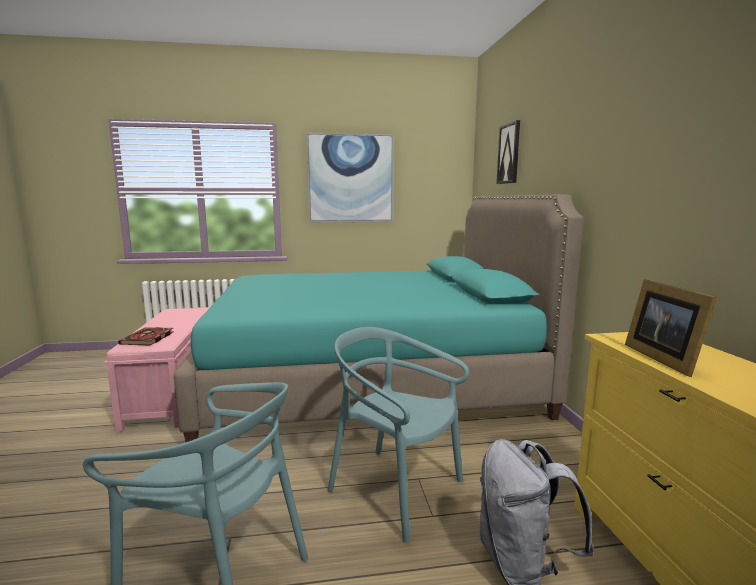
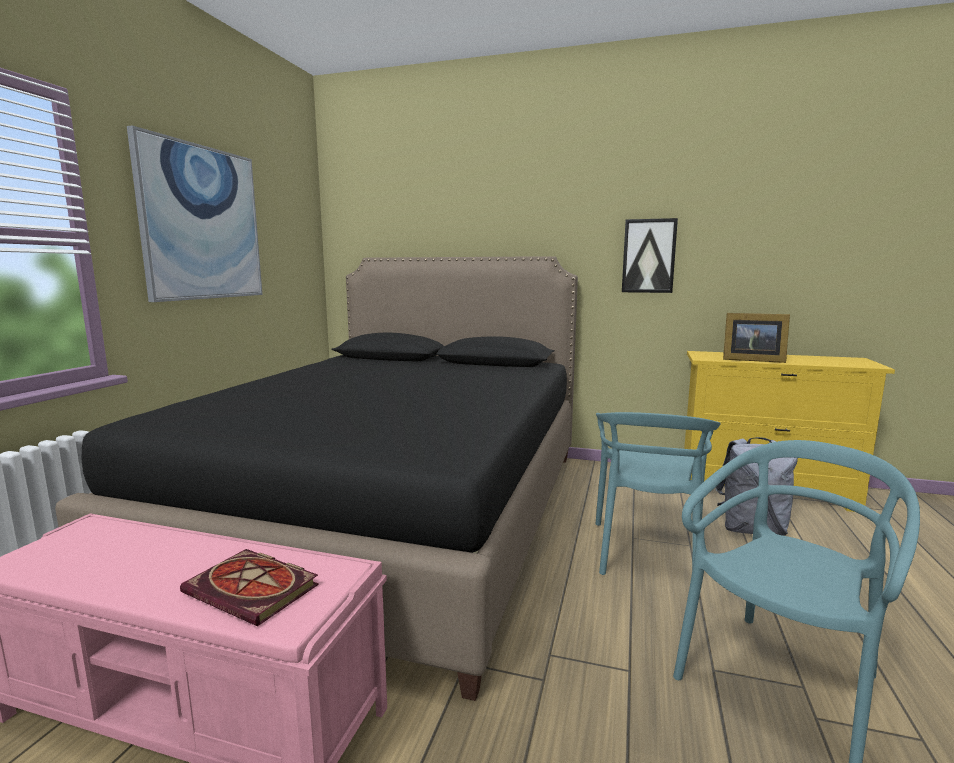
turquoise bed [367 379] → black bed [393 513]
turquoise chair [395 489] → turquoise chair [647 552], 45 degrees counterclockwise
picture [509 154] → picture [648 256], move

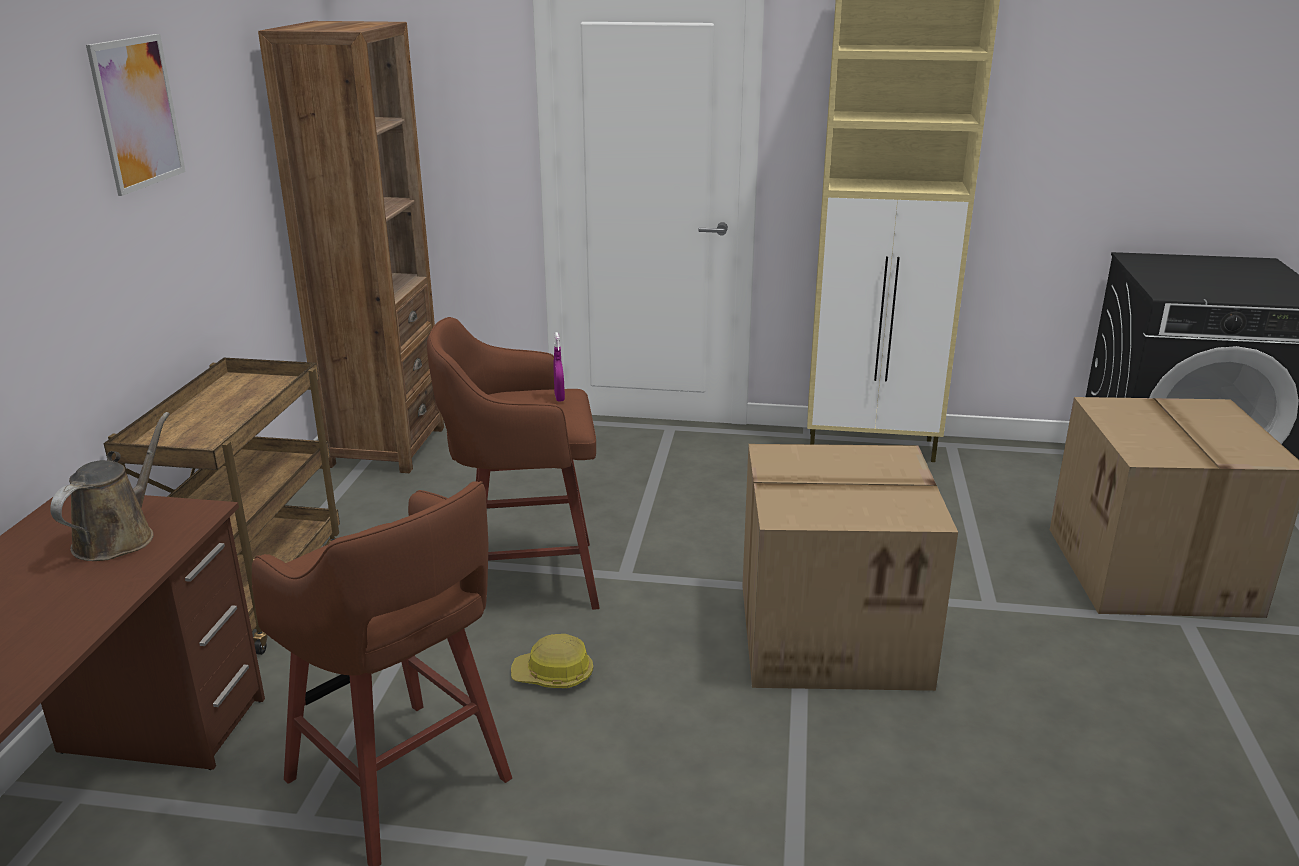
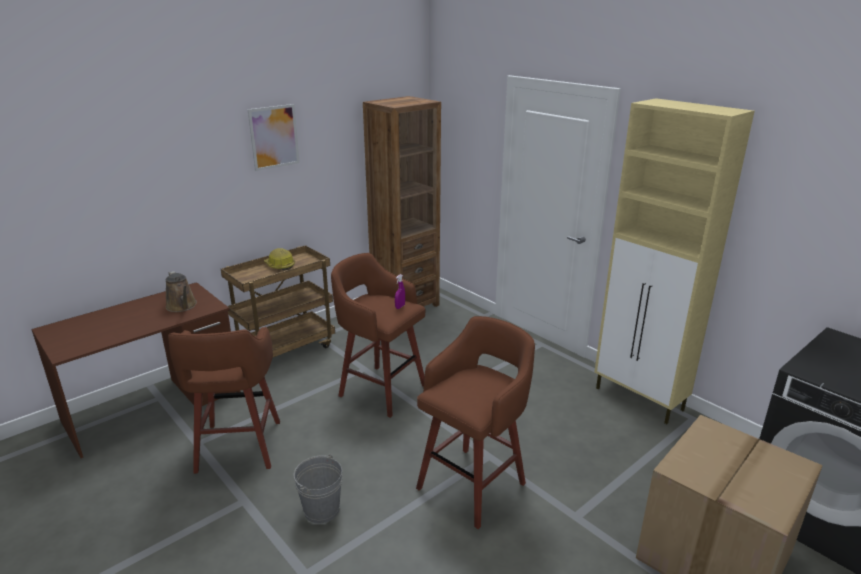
brown watering can [119 537] → brown watering can [182 306], 90 degrees clockwise
hard hat [553 675] → hard hat [279 266], move
- → grey bucket [321 509]
cardboard box [834 632] → brown stool [473 484]

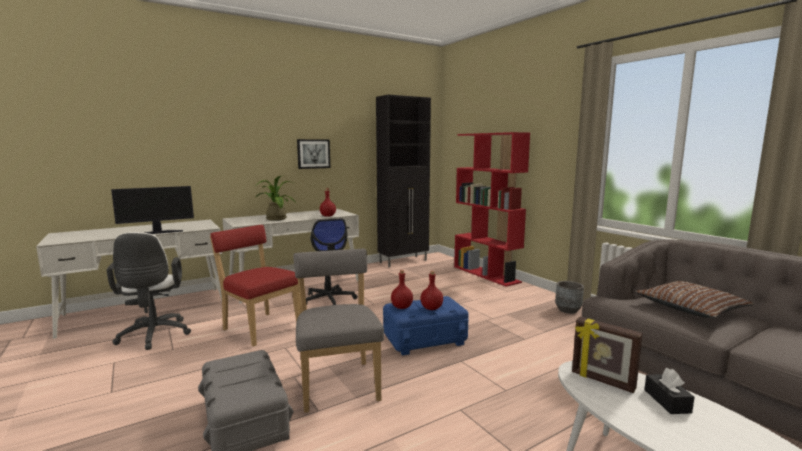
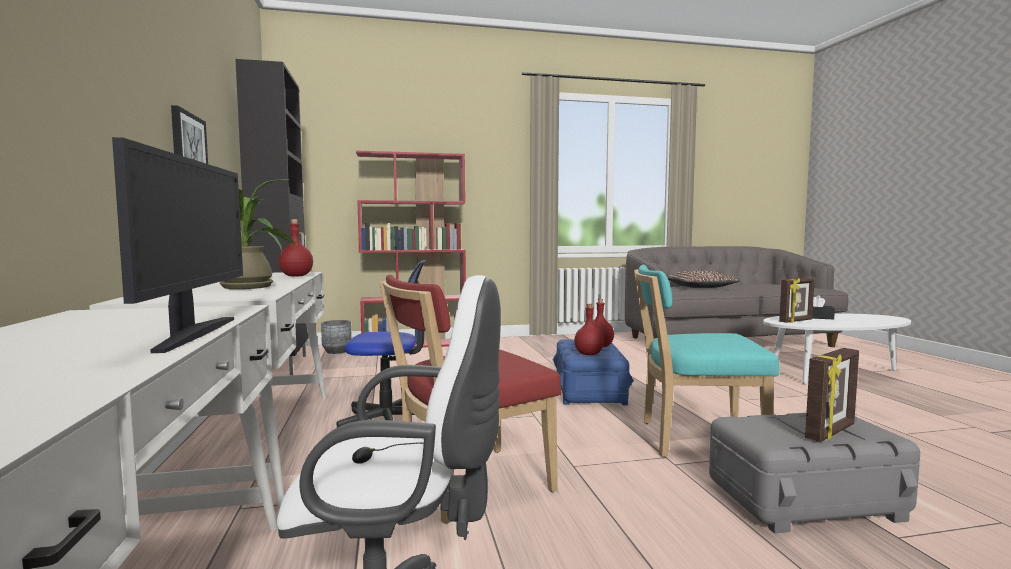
grey planter [568 310] → grey planter [337 351], move
grey chair [338 383] → turquoise chair [694 440]
- → picture frame [831 432]

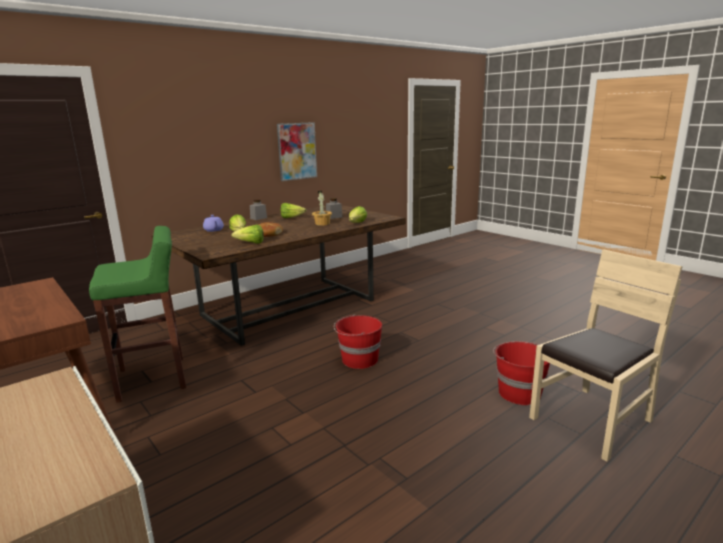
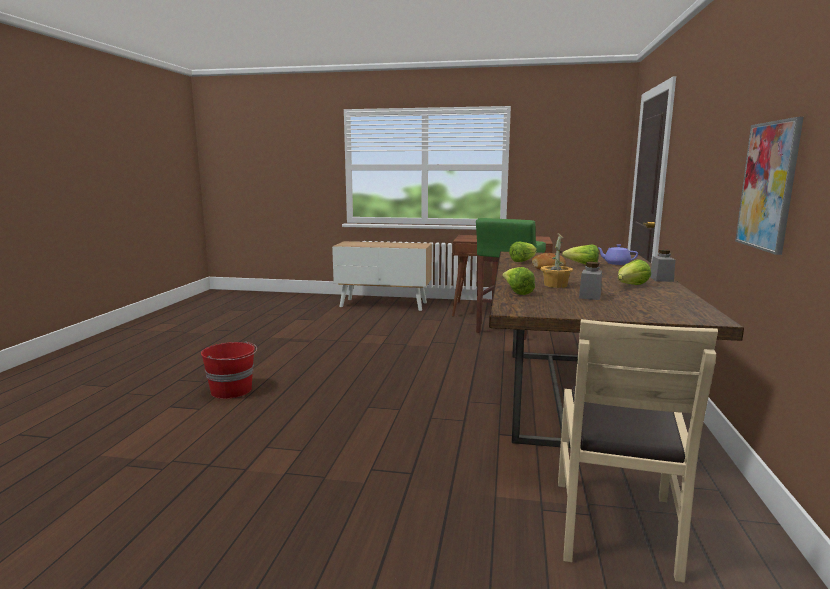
beige chair [592 420] → beige chair [615 525], move
red bucket [359 360] → -

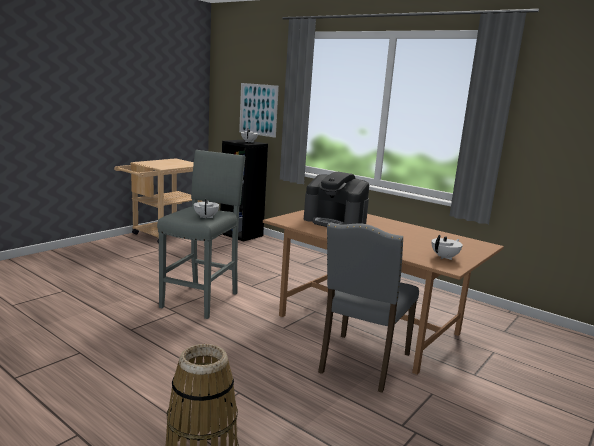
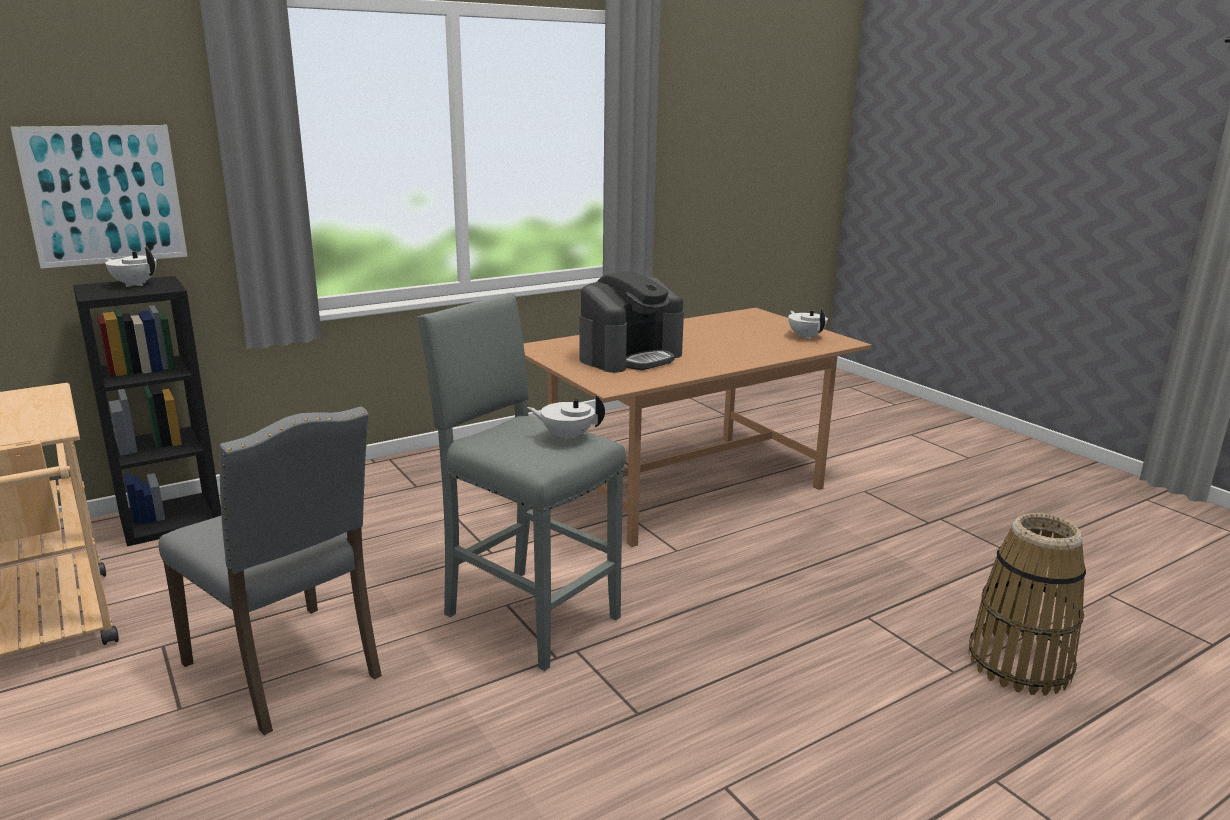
grey chair [362 363] → grey chair [288 669], move

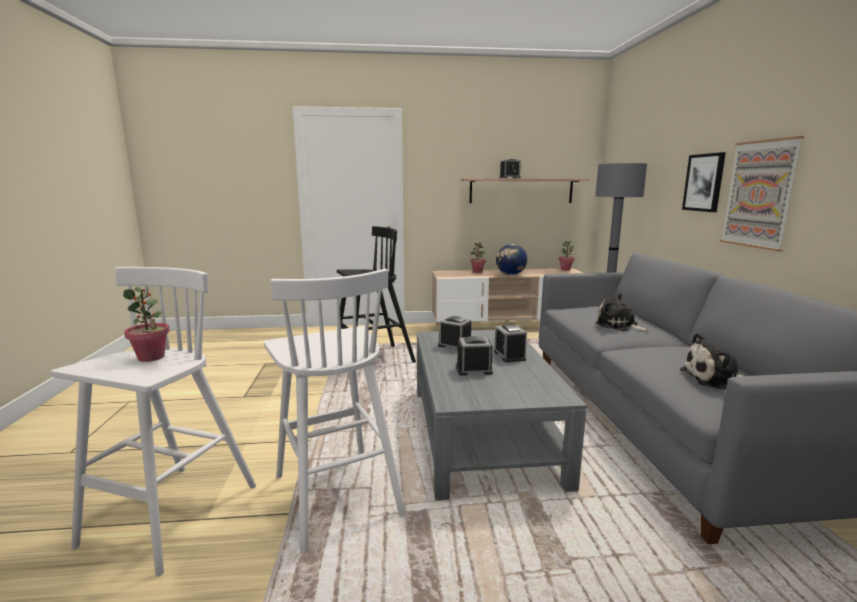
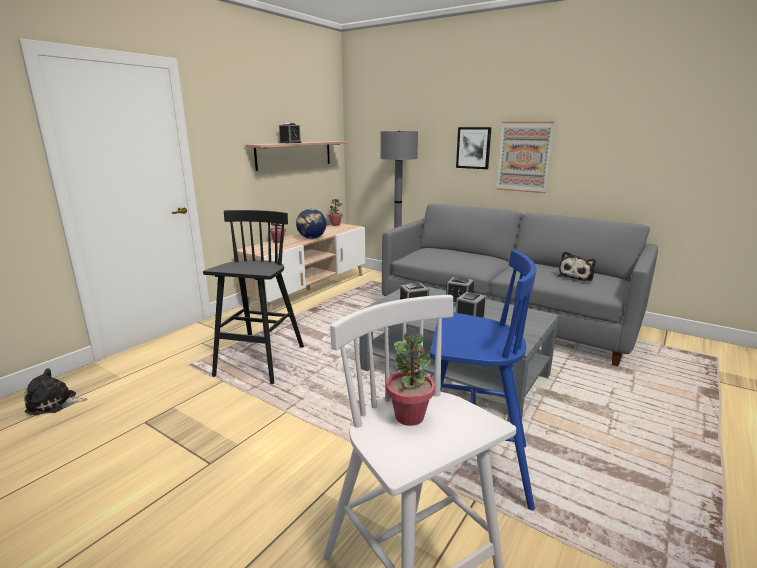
plush toy [618 325] → plush toy [54 403], move
white stool [336 493] → blue stool [468 466]

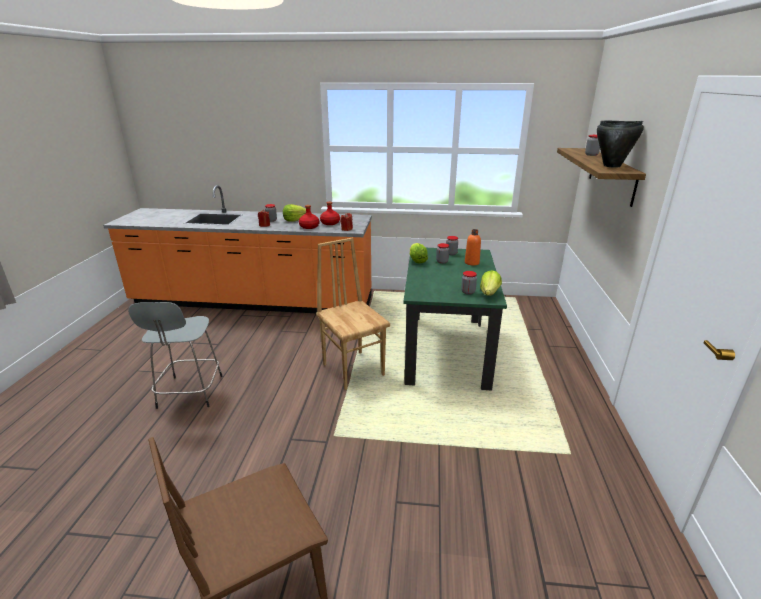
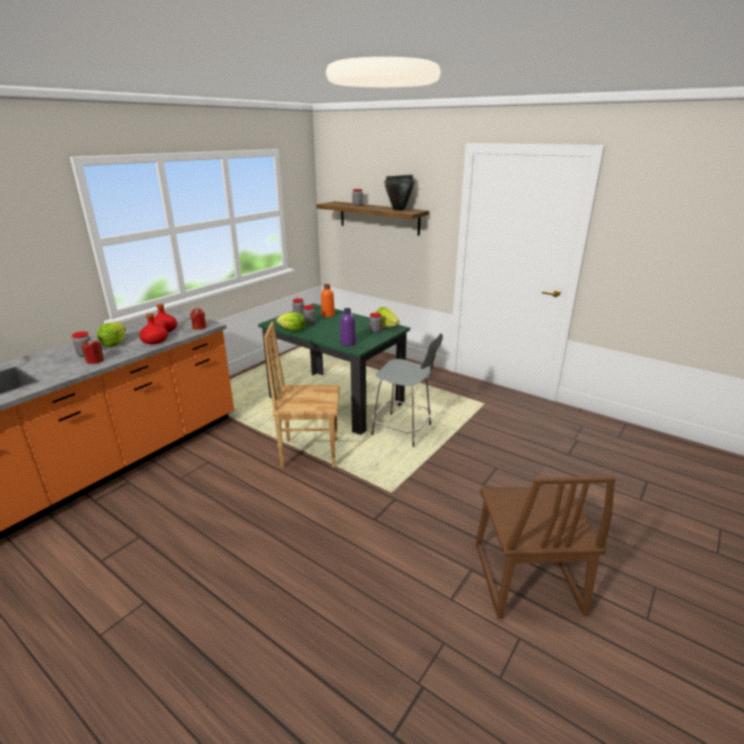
- → purple bottle [348 343]
grey stool [189 393] → grey stool [403 431], move

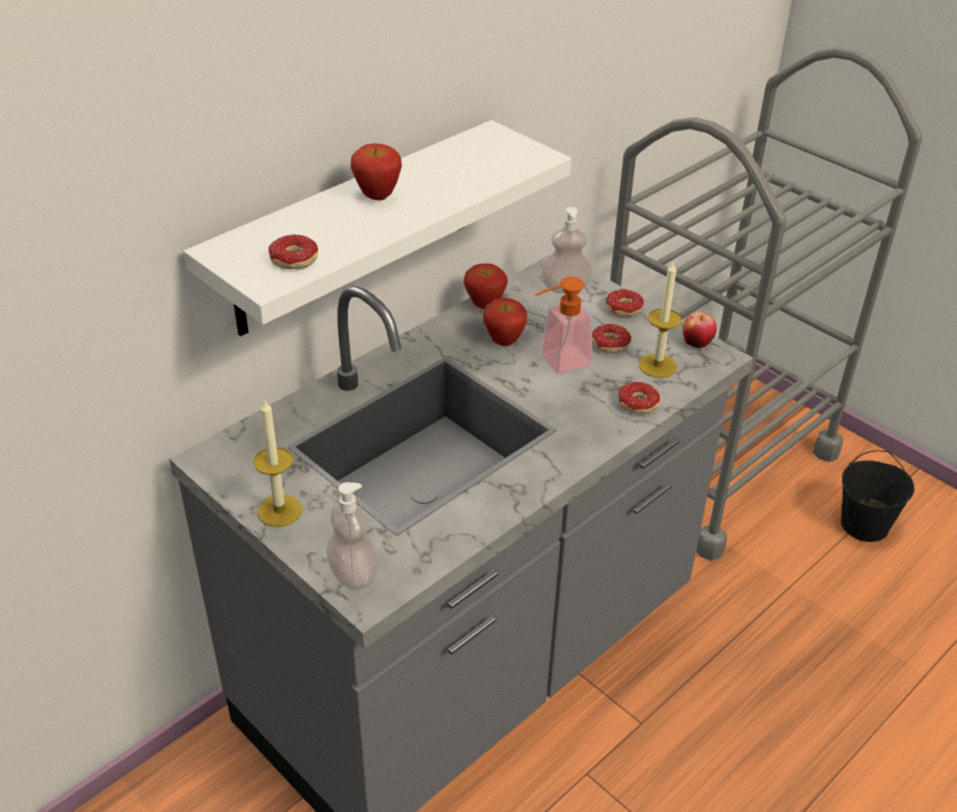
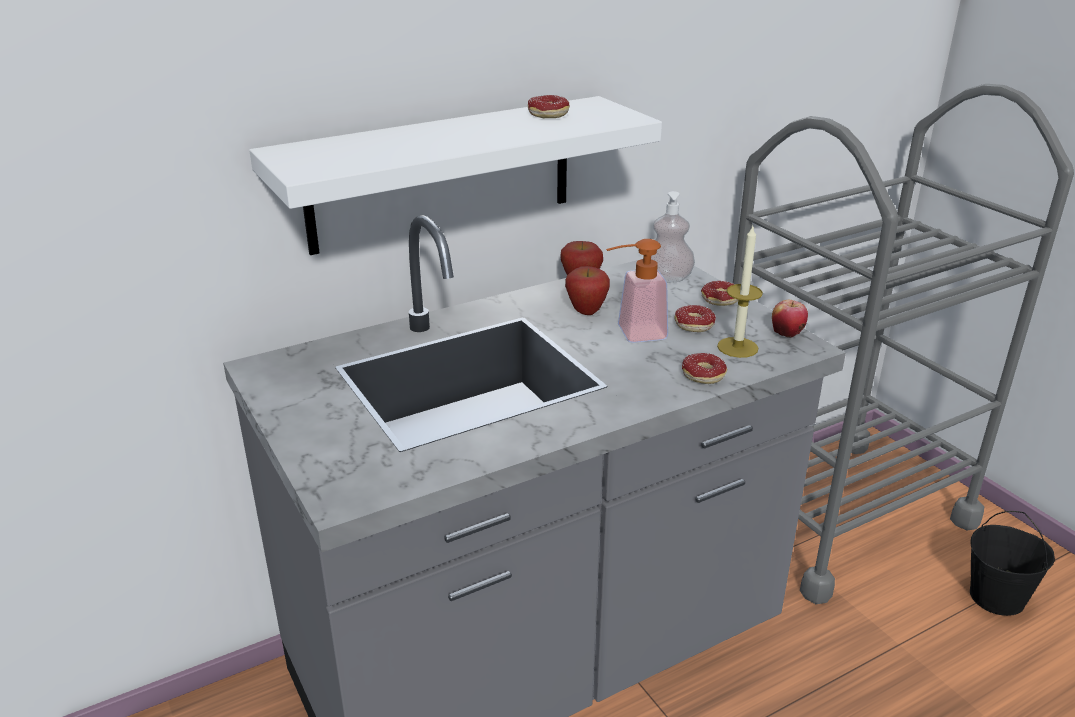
donut [291 265] → donut [545 116], move
candle [280 510] → -
soap dispenser [353 574] → -
apple [377 197] → -

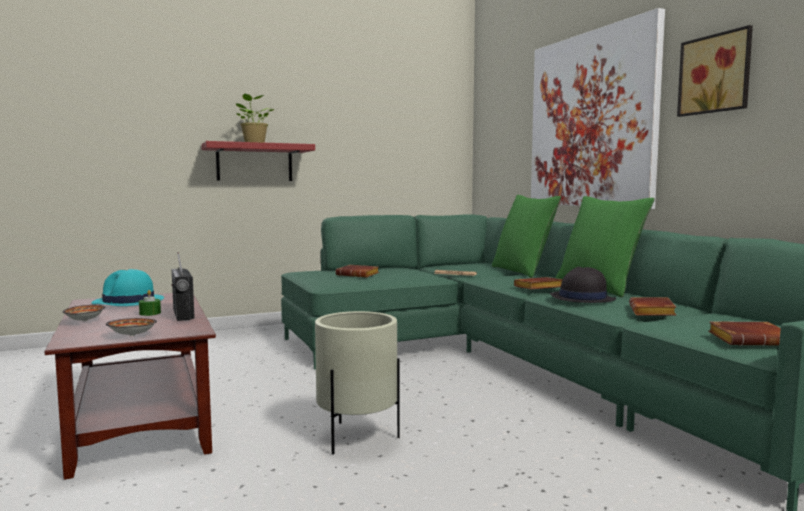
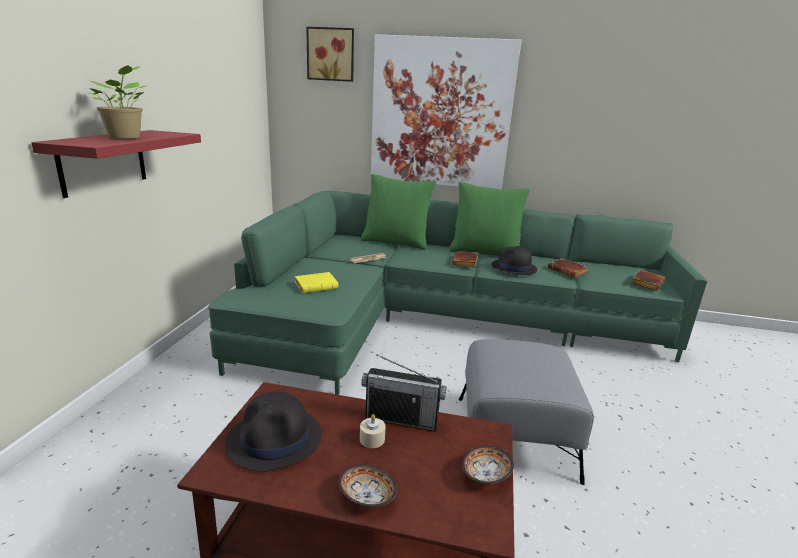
turquoise hat [128 302] → black hat [275 439]
brown book [359 275] → yellow book [317 286]
picture [716 74] → picture [331 54], move
green candle [150 313] → beige candle [372 439]
beige planter [357 438] → grey ottoman [514 437]

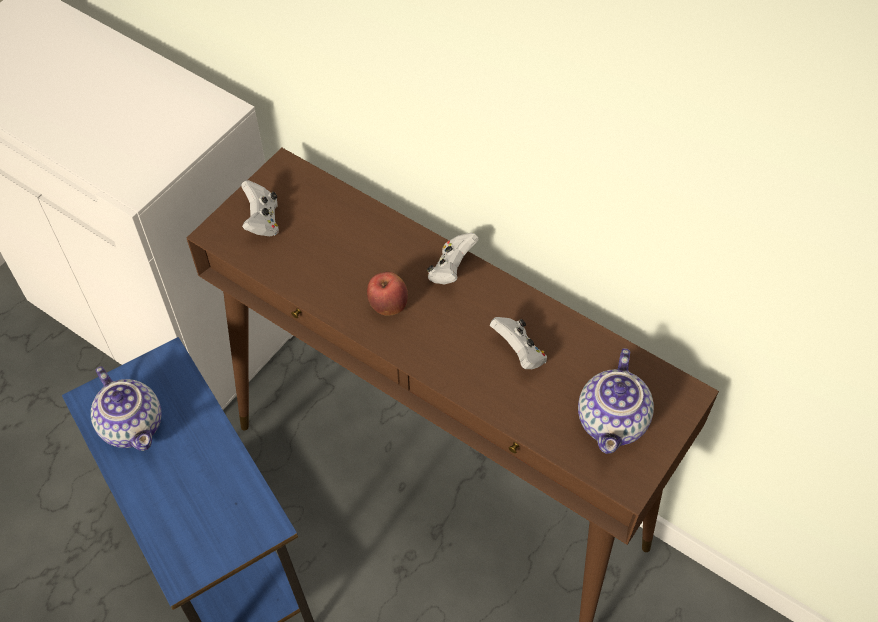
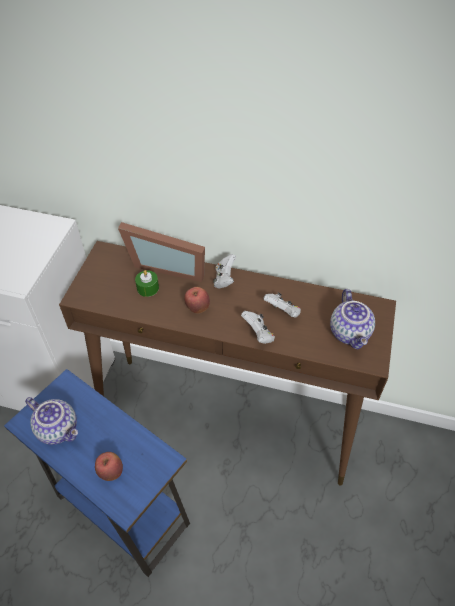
- → apple [111 472]
- → picture frame [168 265]
- → green candle [148 288]
white game controller [262 221] → white game controller [258 334], move

